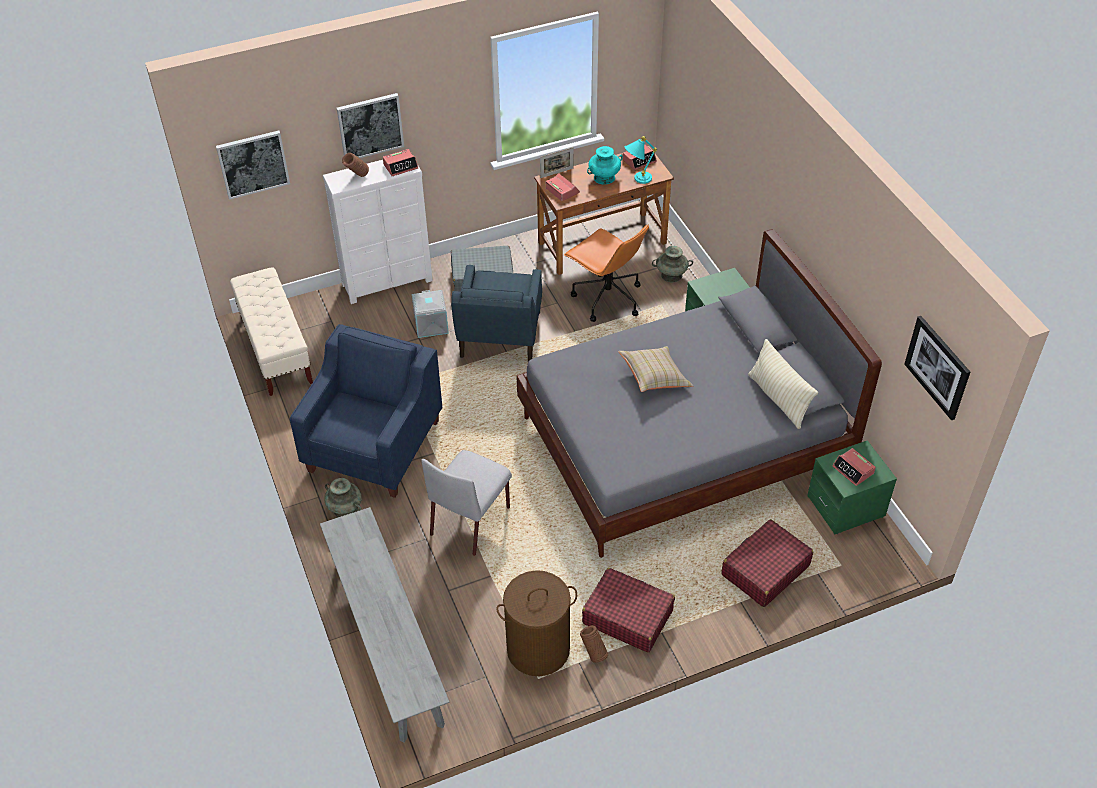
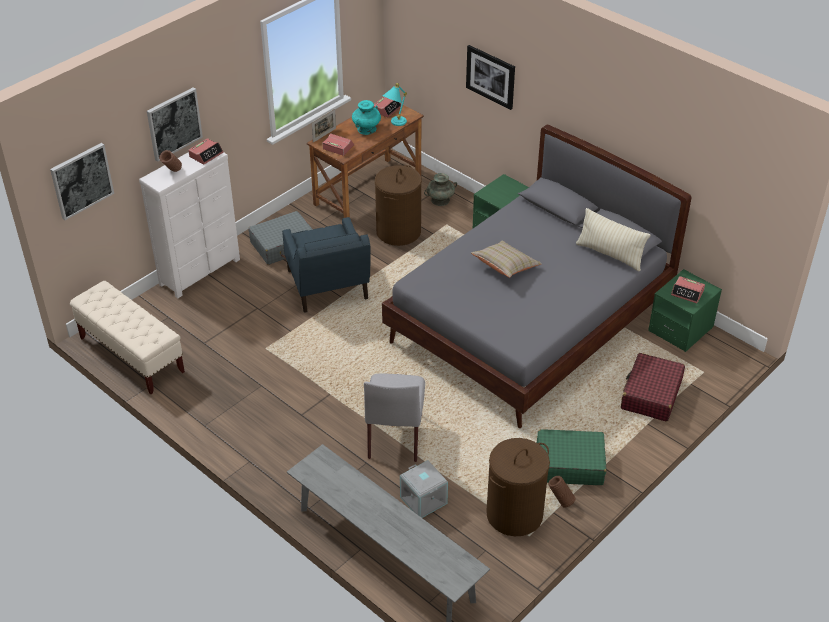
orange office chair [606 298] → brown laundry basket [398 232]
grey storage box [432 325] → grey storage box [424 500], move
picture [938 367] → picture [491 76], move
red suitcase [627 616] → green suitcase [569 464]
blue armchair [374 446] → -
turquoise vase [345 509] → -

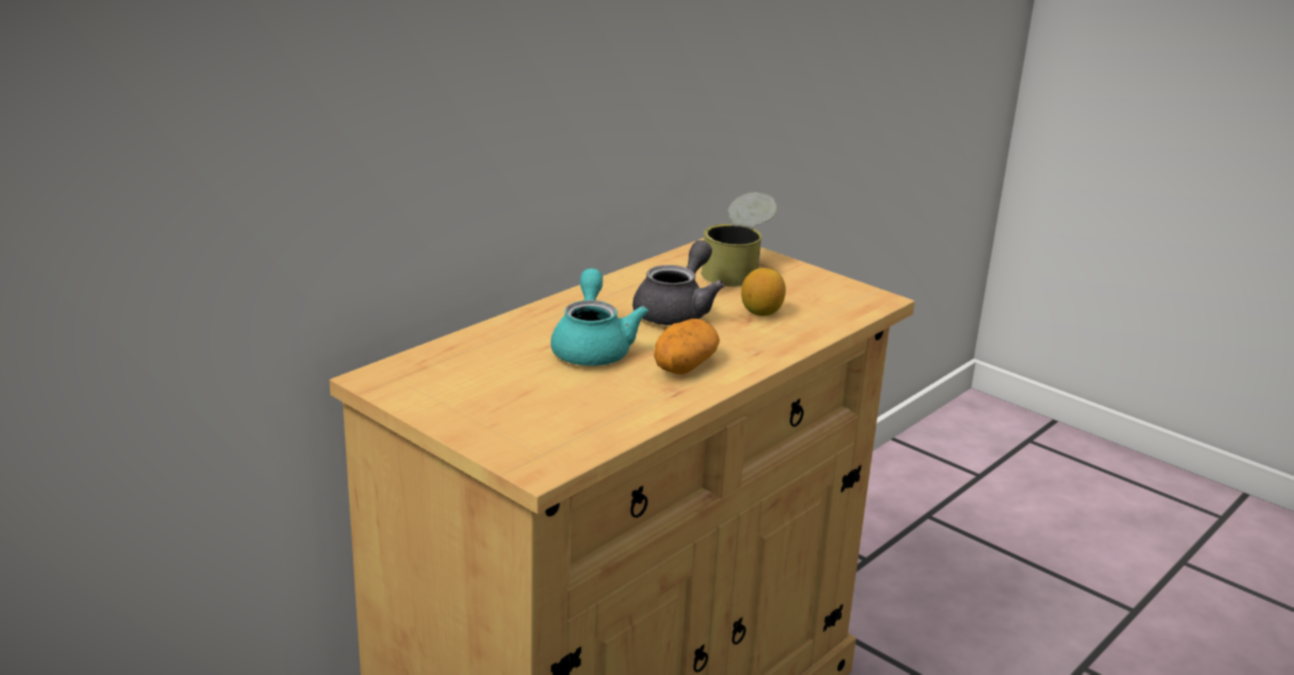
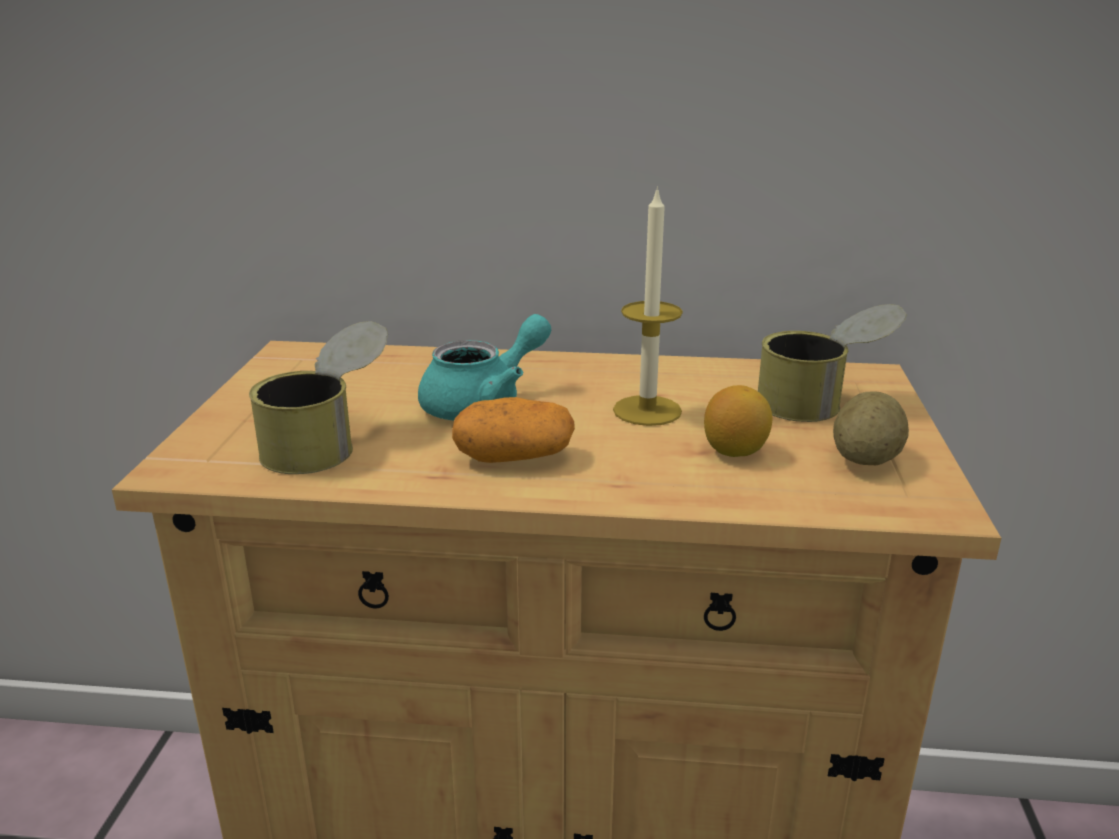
- → can [330 442]
grey teapot [677 311] → candle [647 410]
- → potato [865 460]

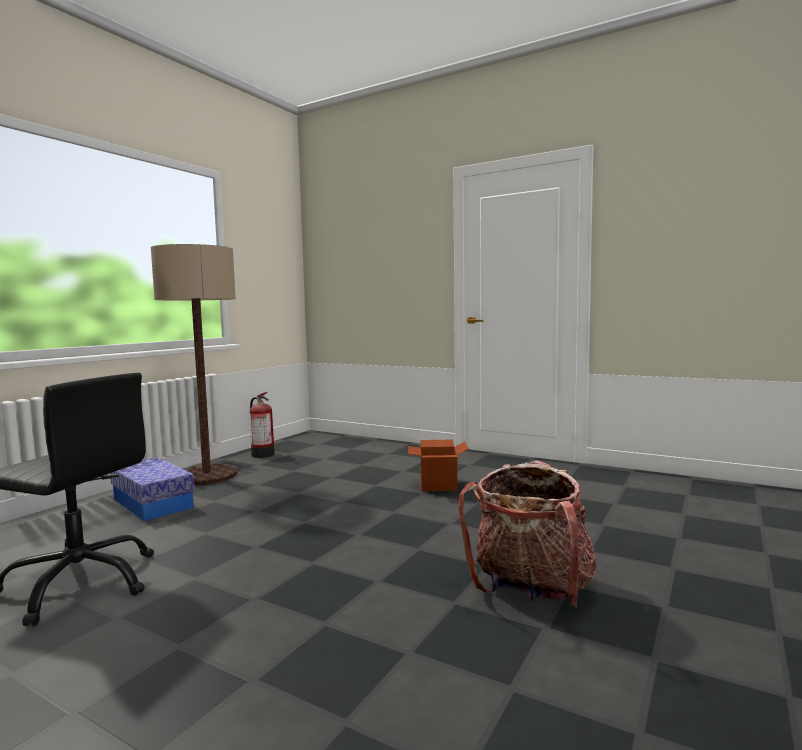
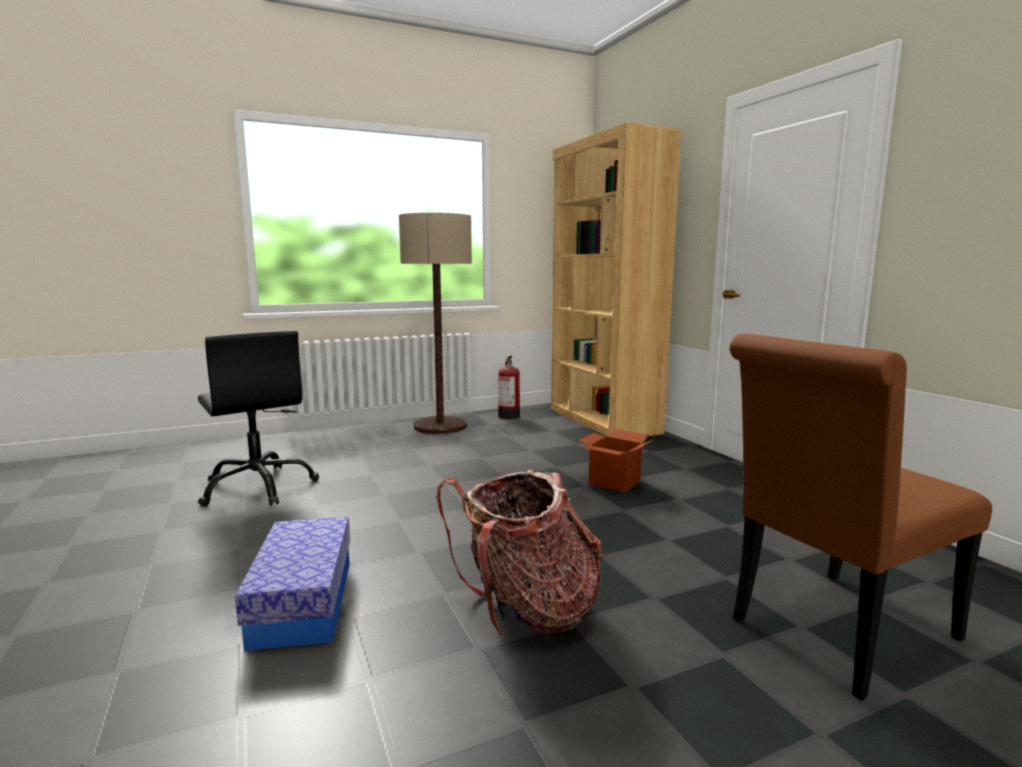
storage box [152 503] → storage box [303 602], move
- → brown bookcase [602 421]
- → brown chair [834 633]

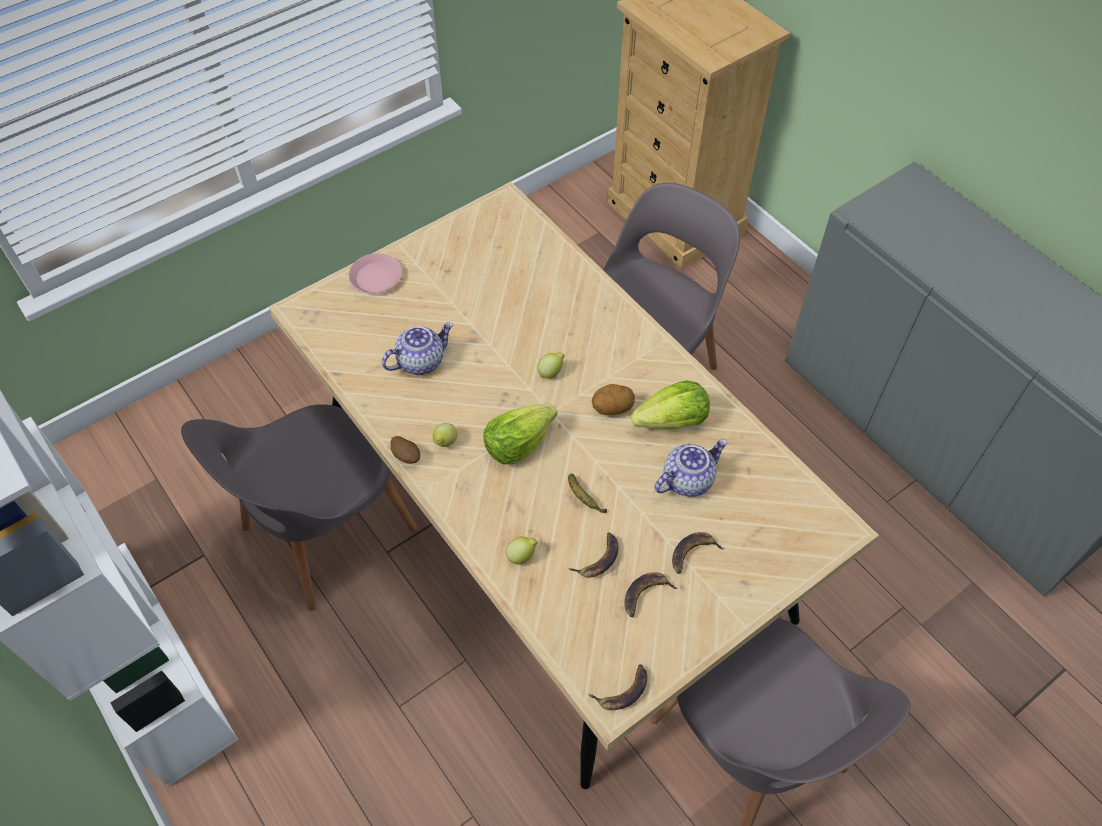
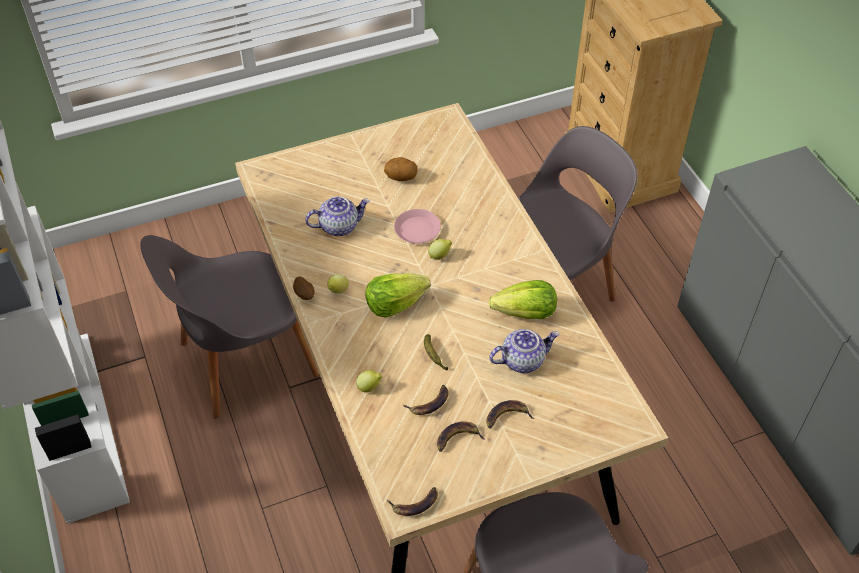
potato [612 408] → potato [401 177], move
pink plate [376 278] → pink plate [417 230], move

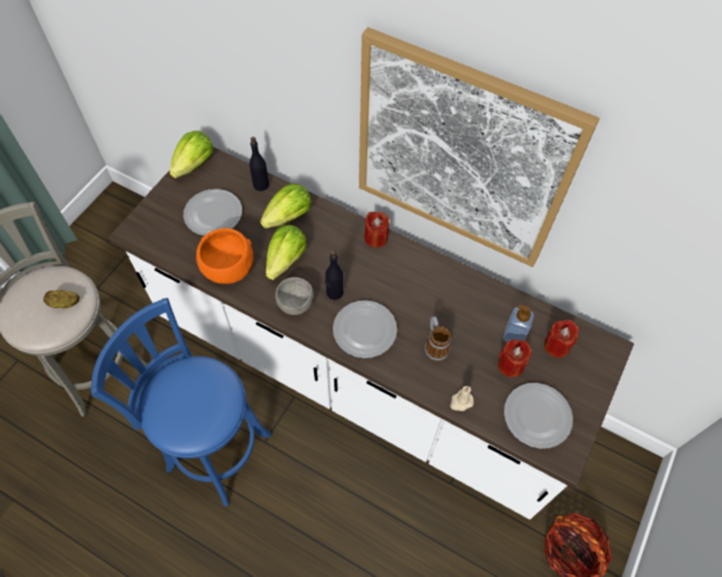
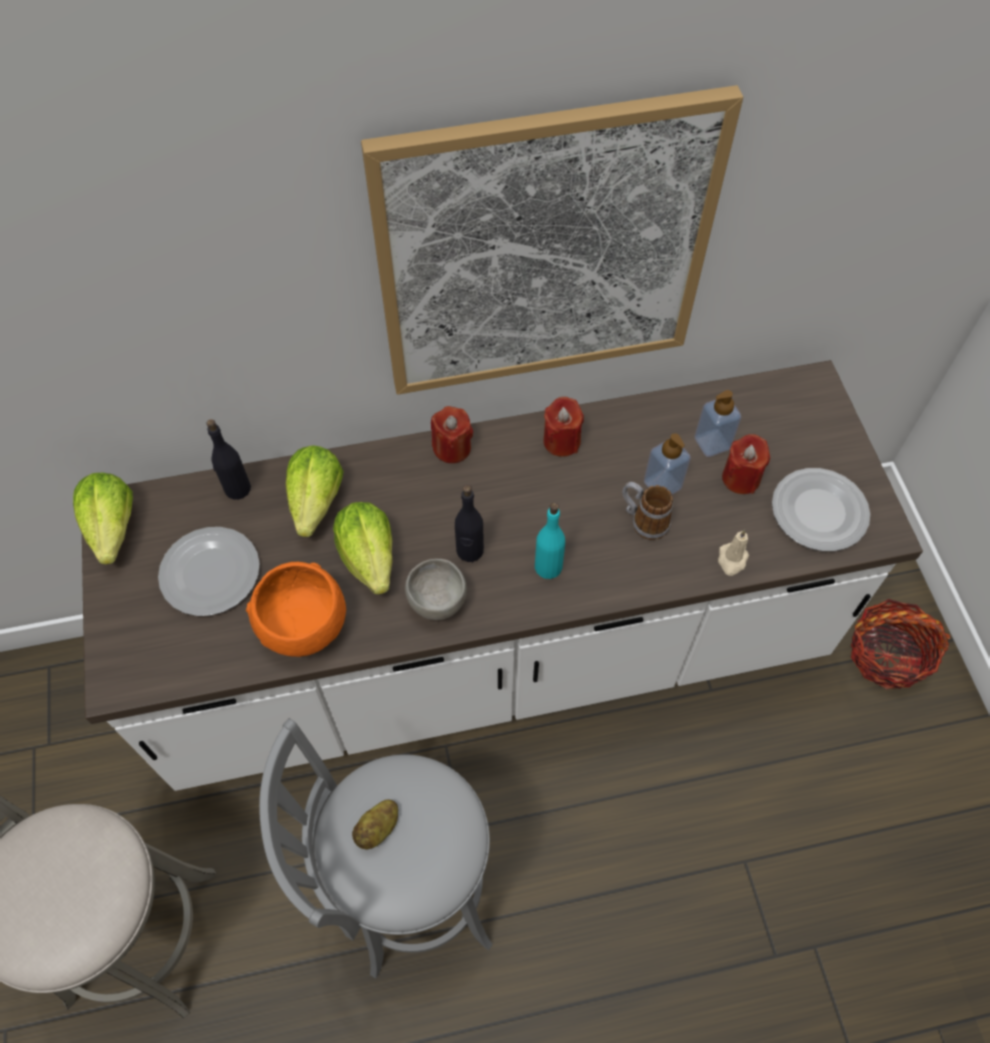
blue stool [214 449] → grey stool [409 894]
potato [64 303] → potato [378 828], move
plate [364 330] → turquoise bottle [548 566]
red candle [556 345] → red candle [561 441], move
- → soap dispenser [662 485]

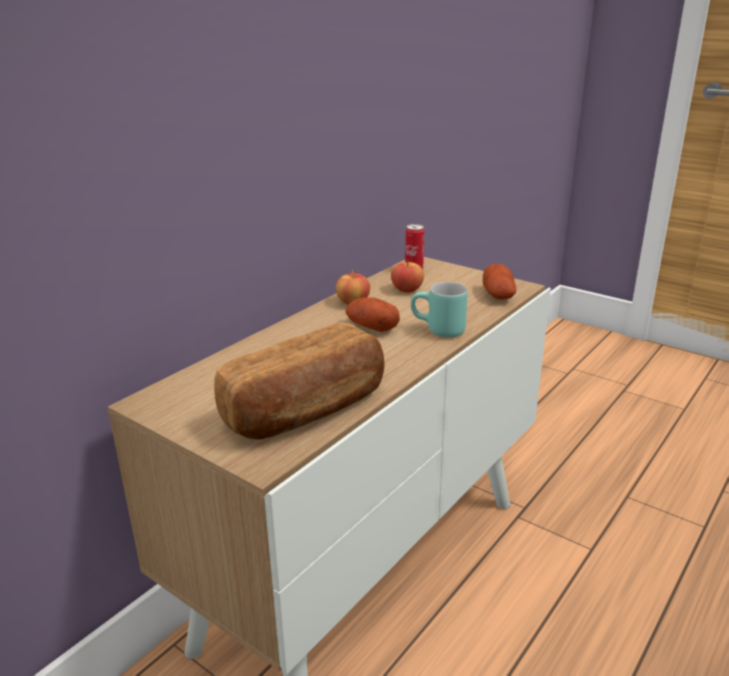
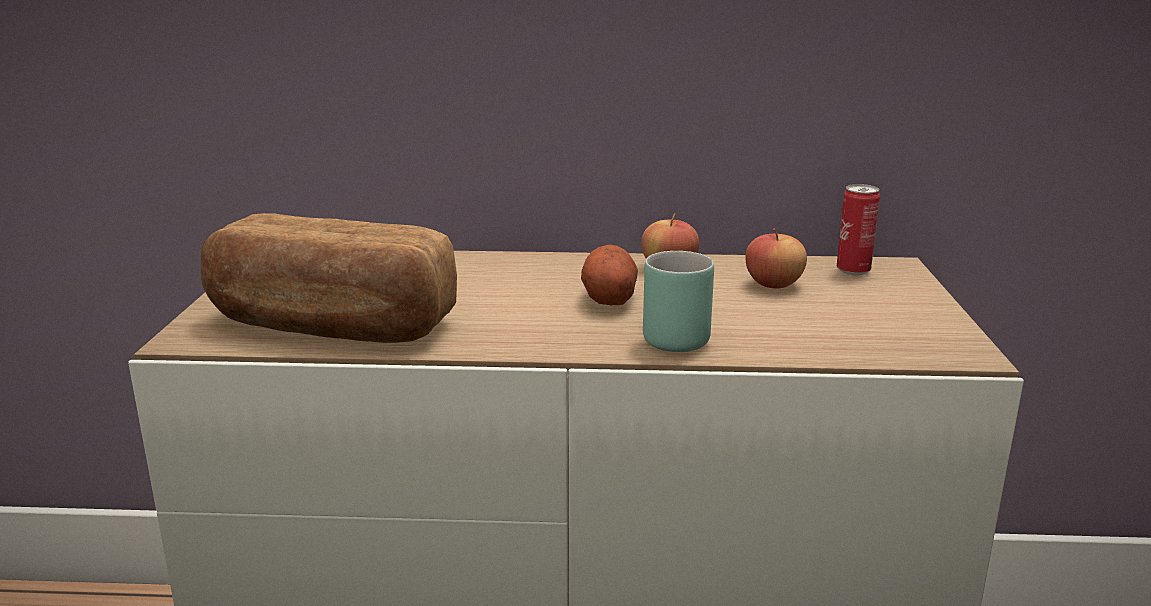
potato [498 295] → -

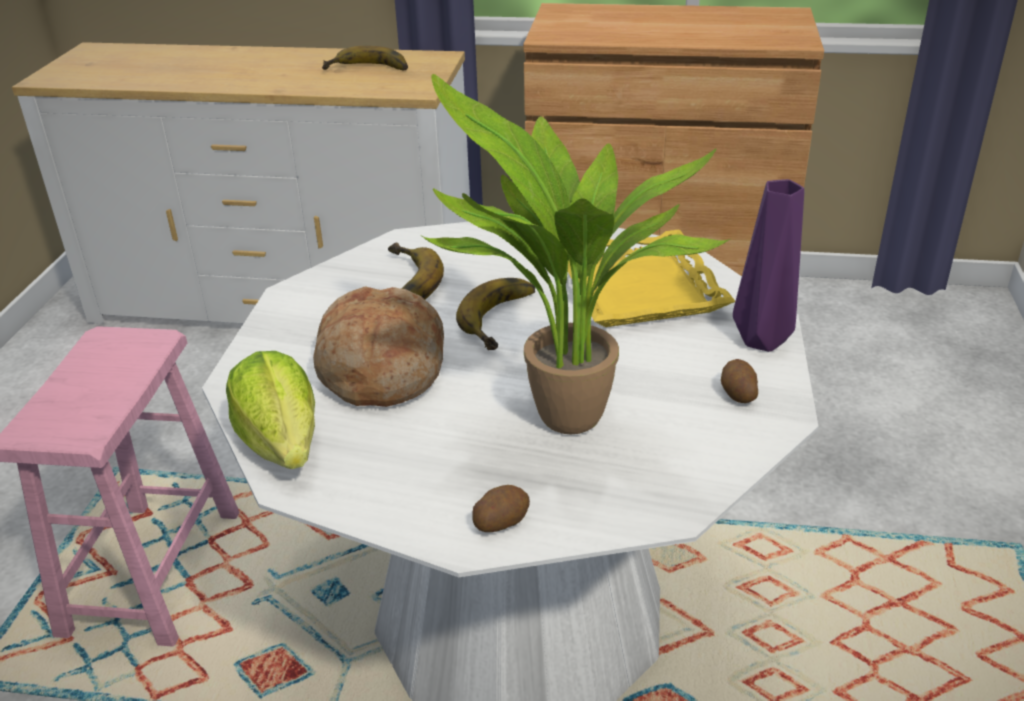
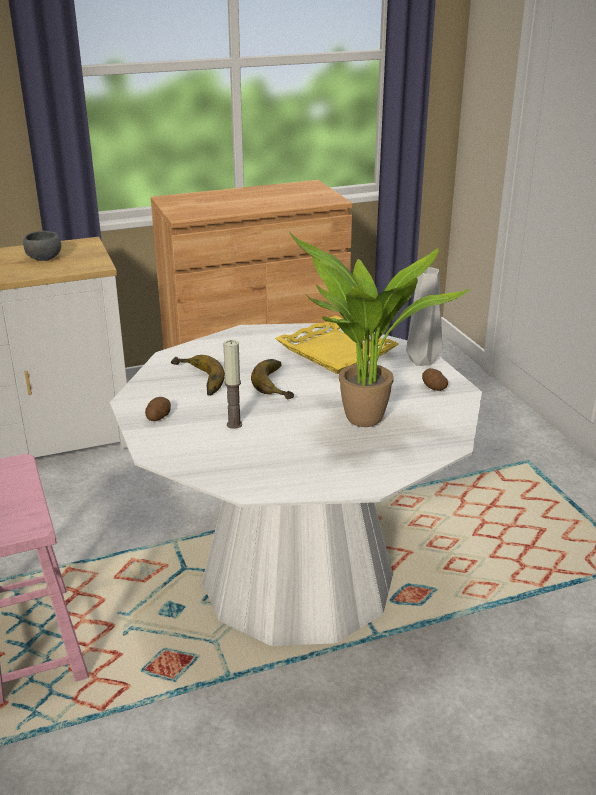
banana [367 70] → grey bowl [43 258]
potato [500 521] → potato [158 417], move
bread [380 369] → candle [234 424]
purple vase [765 340] → grey vase [423 360]
lettuce [282 444] → -

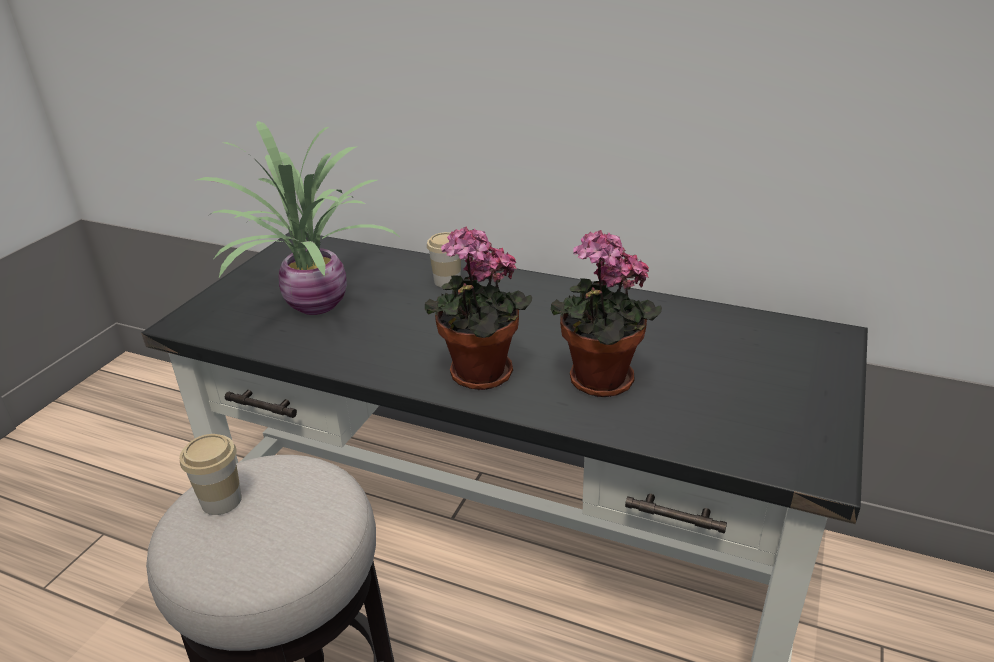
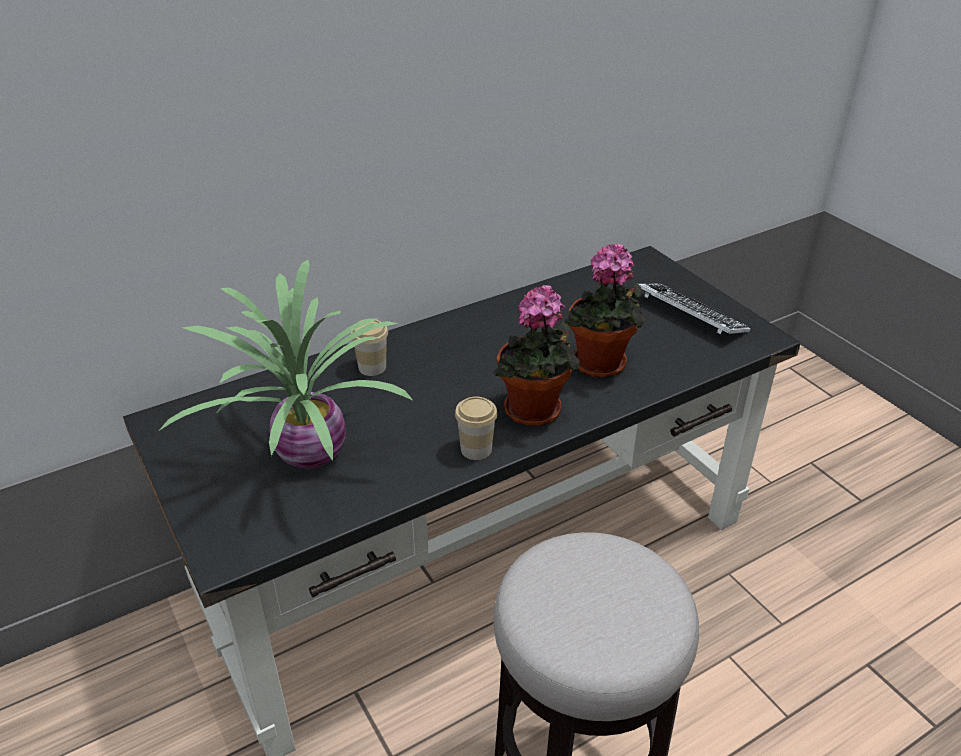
cup [221 500] → cup [476 449], move
- → keyboard [690 315]

